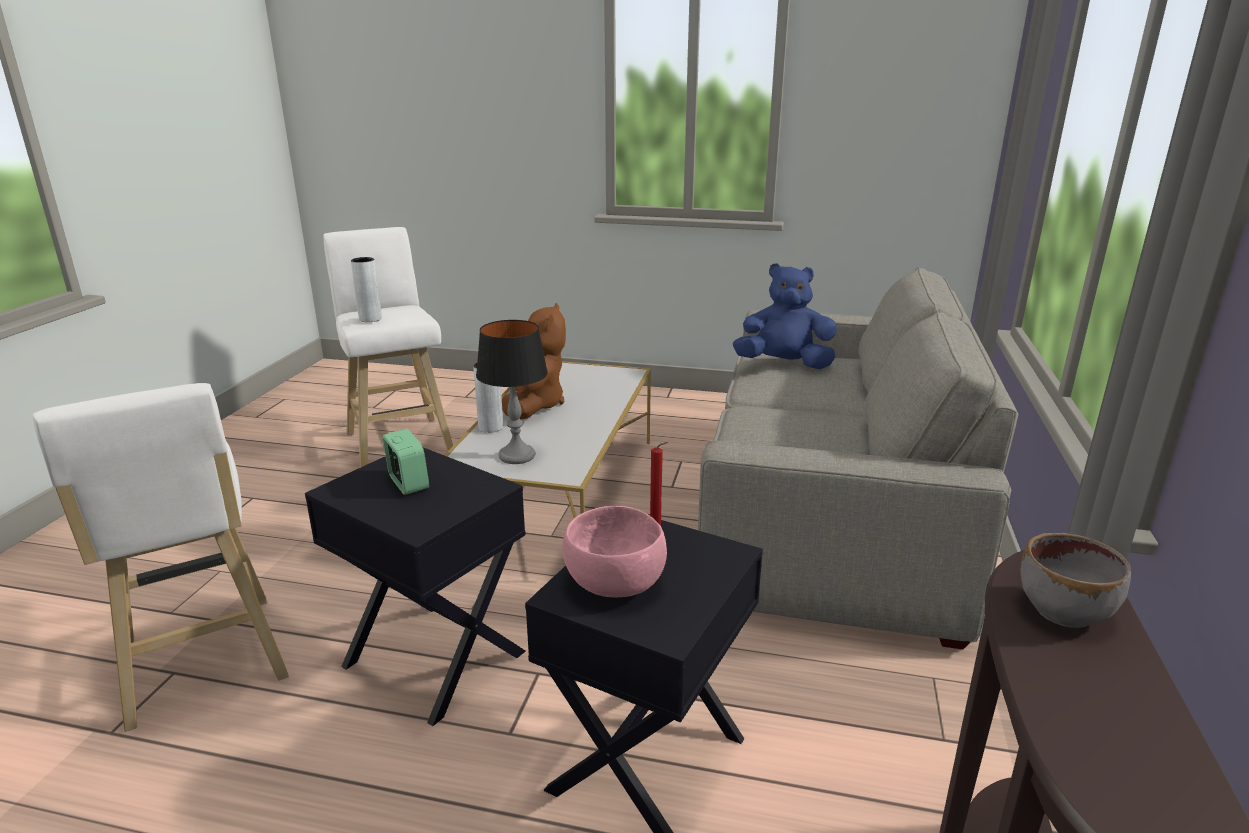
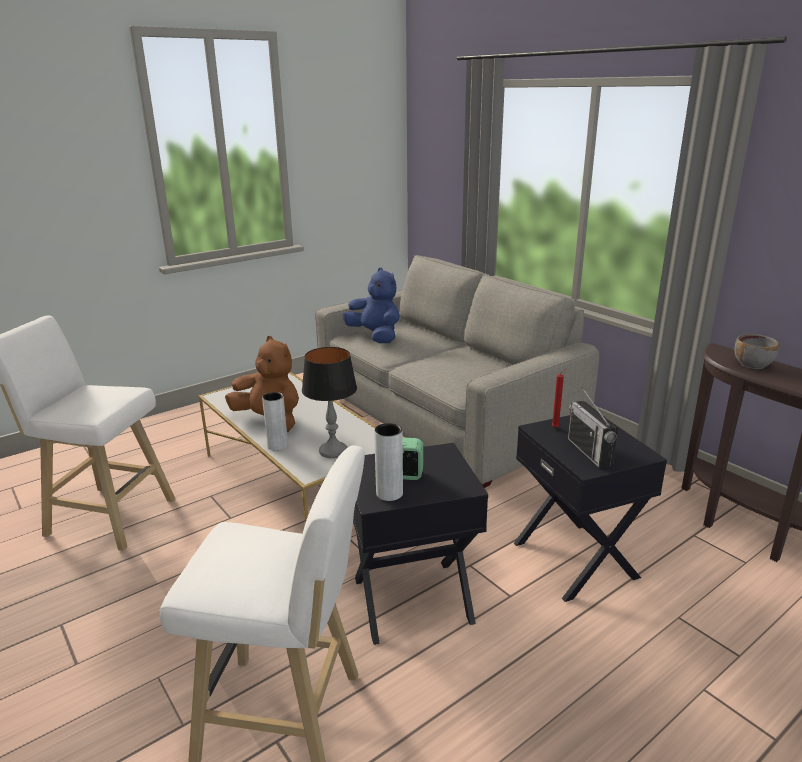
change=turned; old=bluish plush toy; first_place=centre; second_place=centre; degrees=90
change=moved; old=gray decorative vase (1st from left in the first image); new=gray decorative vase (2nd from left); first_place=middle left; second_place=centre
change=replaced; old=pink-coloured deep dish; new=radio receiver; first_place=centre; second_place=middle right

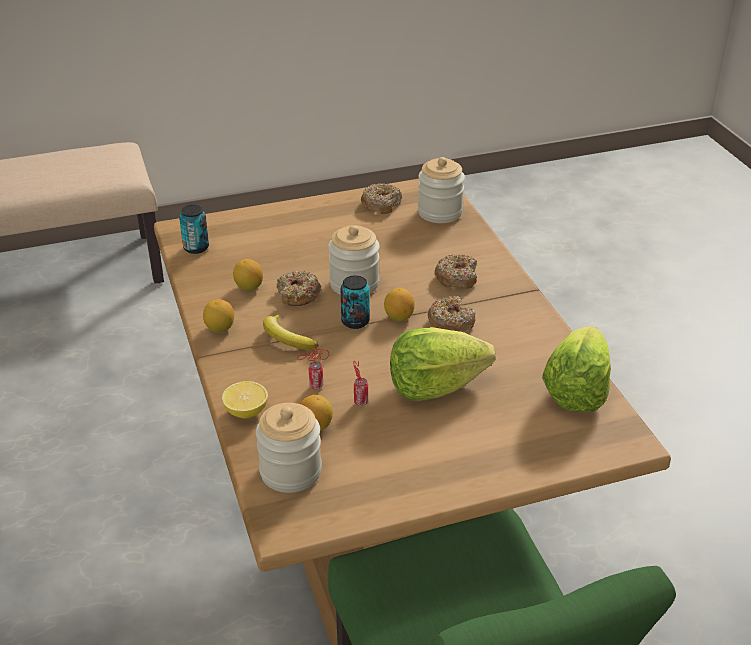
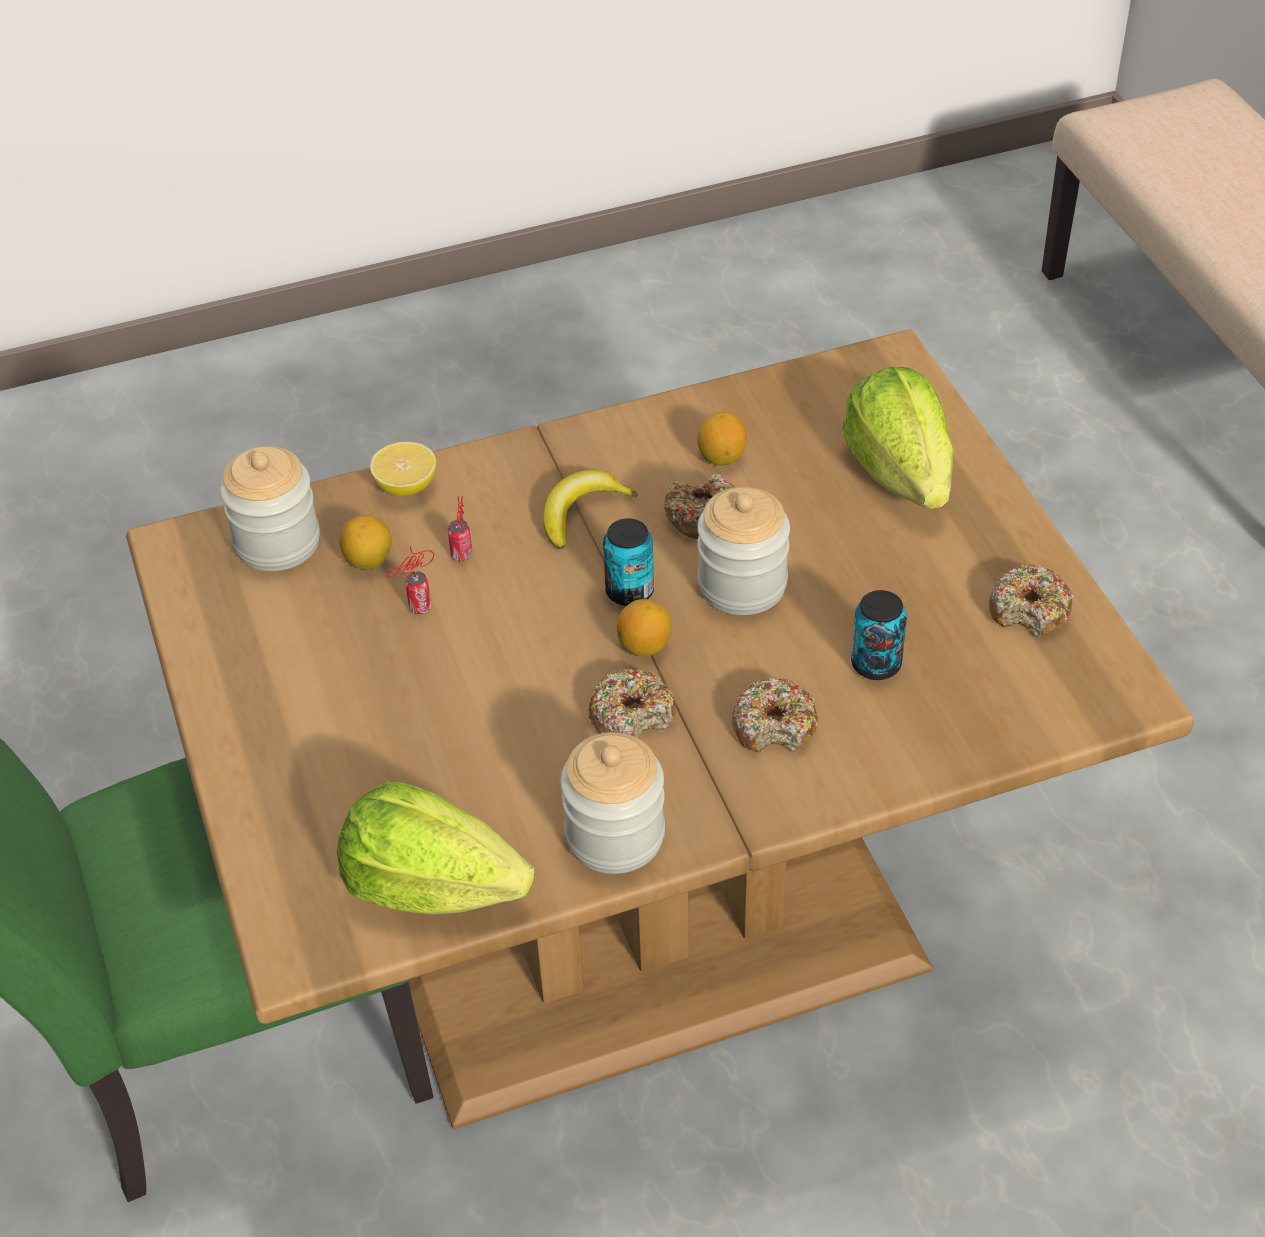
change=moved; old=jar (3rd from left in the first image); new=jar (2nd from left); first_place=top centre; second_place=centre
change=moved; old=head of lettuce (1st from left in the first image); new=head of lettuce (2nd from left); first_place=centre; second_place=middle right
change=moved; old=sealed can (1st from left in the first image); new=sealed can (4th from left); first_place=middle left; second_place=middle right
change=removed; old=whole lemon (1st from left); first_place=middle left

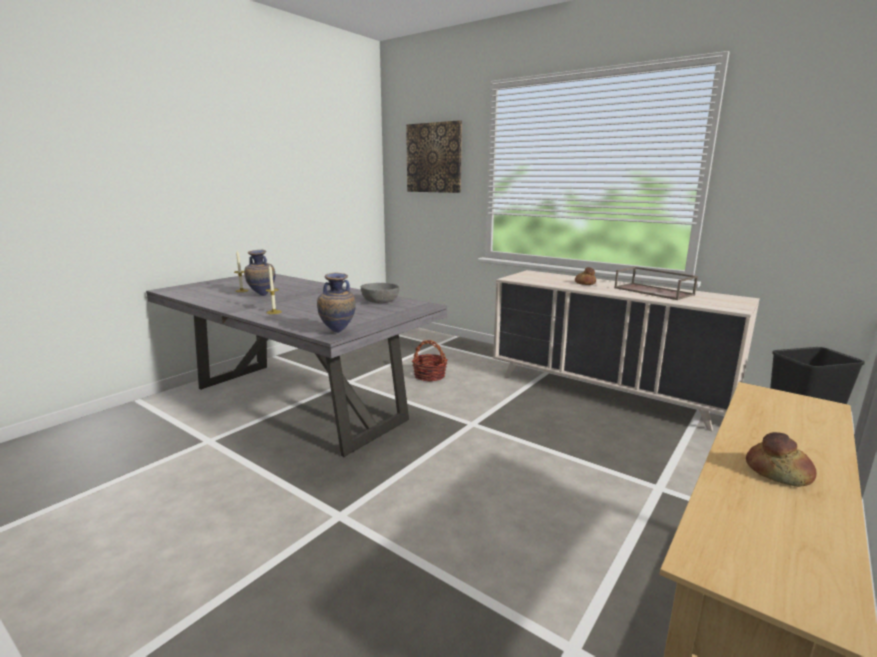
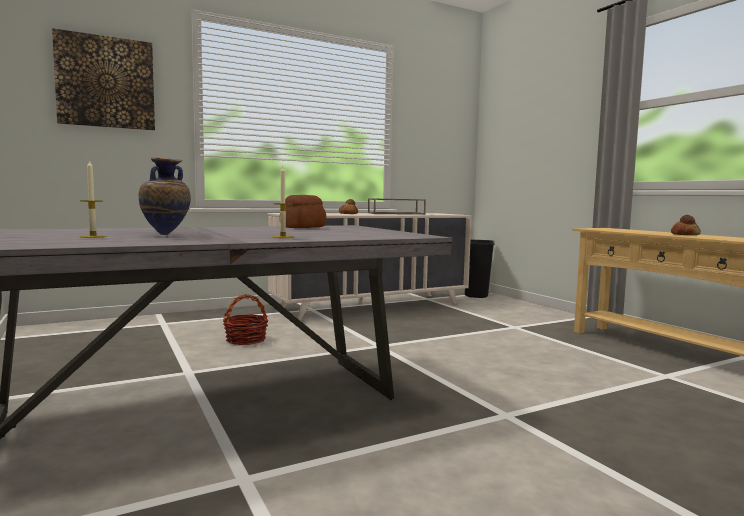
change=replaced; old=gray deep dish; new=bakery bread (1st from left); first_place=centre; second_place=centre
change=removed; old=decorative vase (2nd from left); first_place=centre

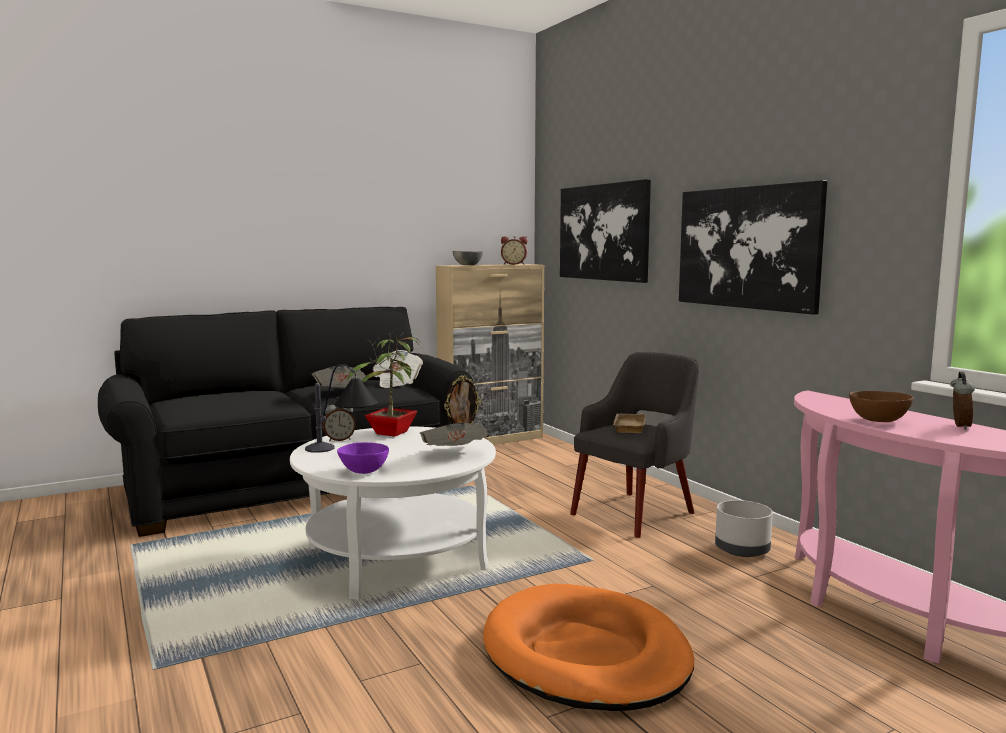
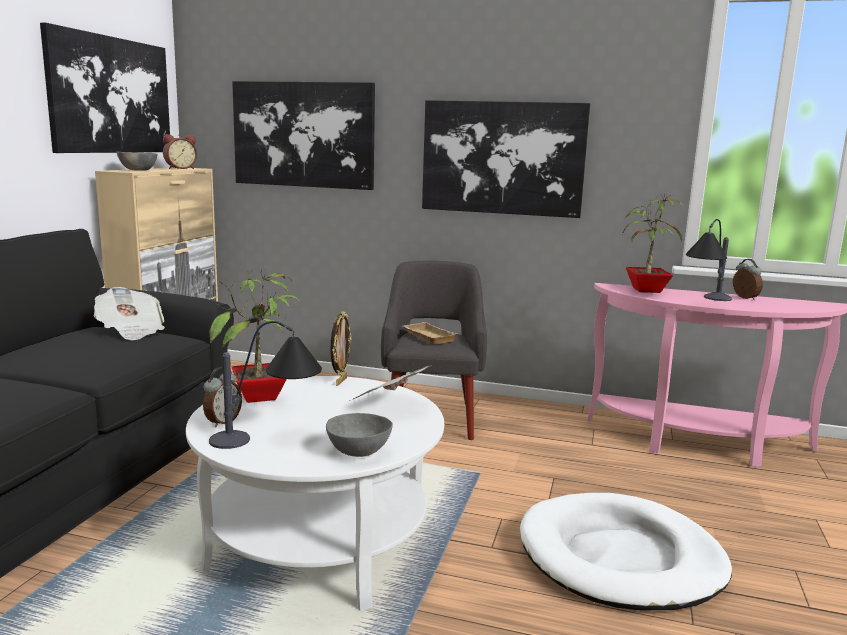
change=added; new=wall picture (1st from left); second_place=top left
change=recoloured; old=purple-coloured deep dish; new=gray deep dish (2nd from left); first_place=centre; second_place=bottom centre
change=recoloured; old=orange pet bed; new=white-coloured pet bed; first_place=bottom centre; second_place=bottom right
change=added; new=potted plant (2nd from left); second_place=middle right
change=replaced; old=brownish deep dish; new=tabletop lamp (2nd from left); first_place=middle right; second_place=middle right
change=removed; old=newspaper (1st from left); first_place=centre
change=removed; old=gray planter; first_place=bottom right

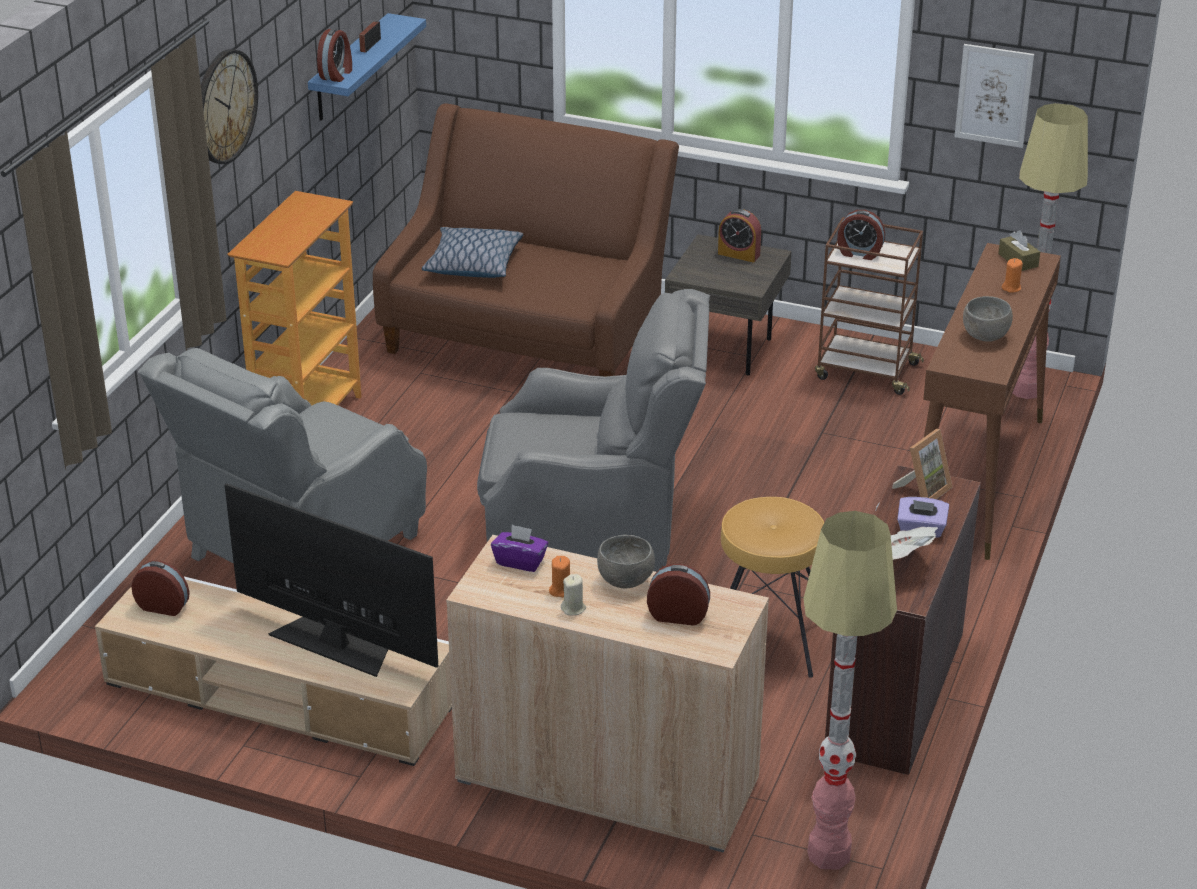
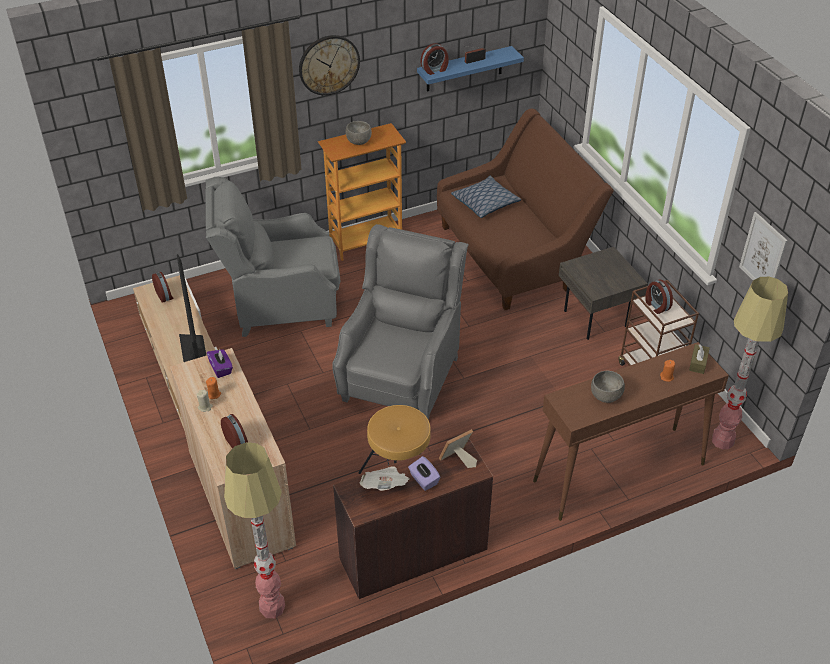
change=turned; old=gray easy chair (2nd from left); first_place=centre; second_place=centre; degrees=-120
change=moved; old=gray deep dish (1st from left); first_place=centre; second_place=top centre
change=turned; old=picture frame; first_place=middle right; second_place=bottom centre; degrees=150
change=removed; old=table clock (4th from left); first_place=top centre

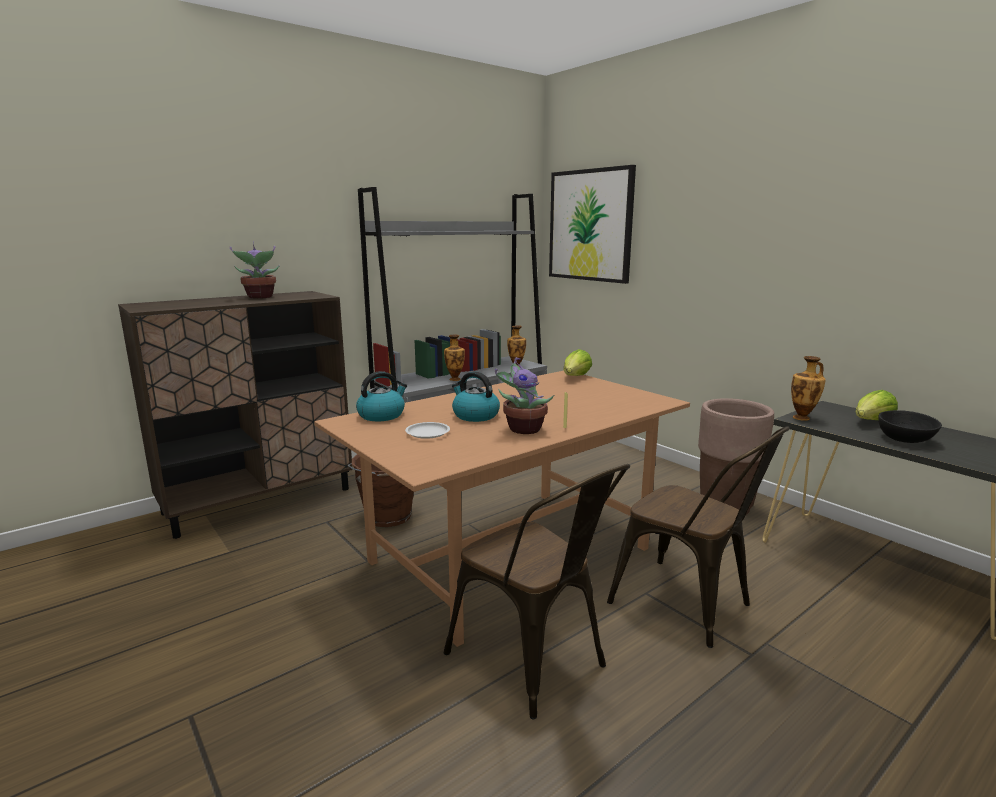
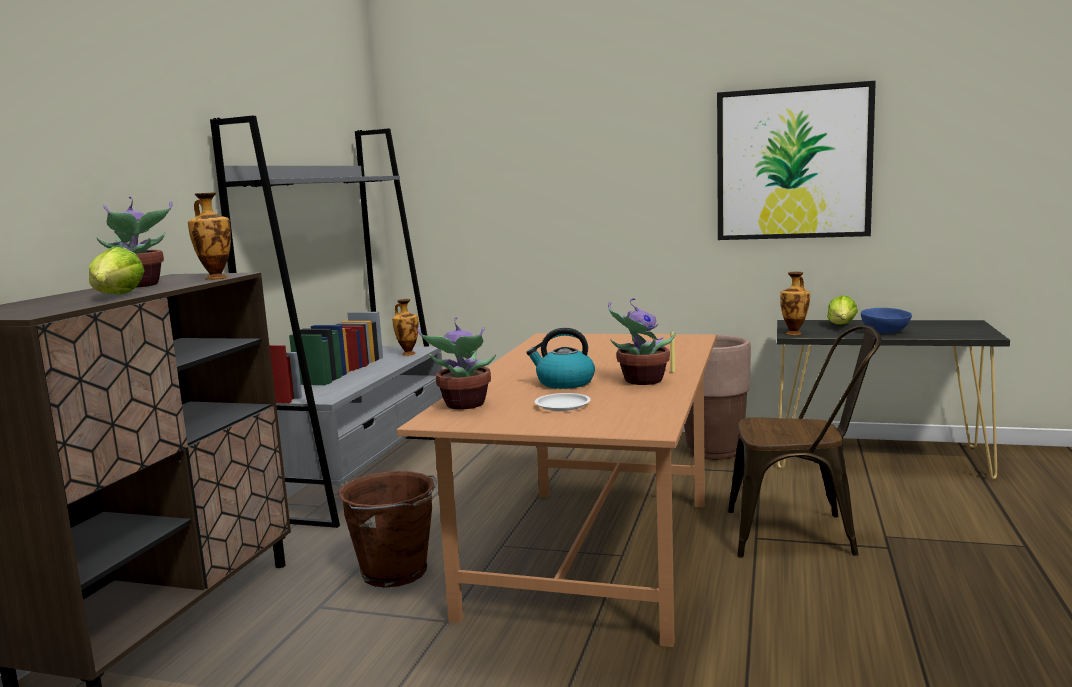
change=moved; old=head of lettuce (1st from left); first_place=centre; second_place=middle left
change=moved; old=decorative vase (1st from left); first_place=centre; second_place=middle left
change=replaced; old=tea kettle (1st from left); new=potted plant (2nd from left); first_place=centre; second_place=centre
change=moved; old=wall picture; first_place=top centre; second_place=top right
change=recoloured; old=blackish deep dish; new=bluish deep dish; first_place=middle right; second_place=middle right
change=removed; old=brownish plain chair (1st from left); first_place=bottom centre

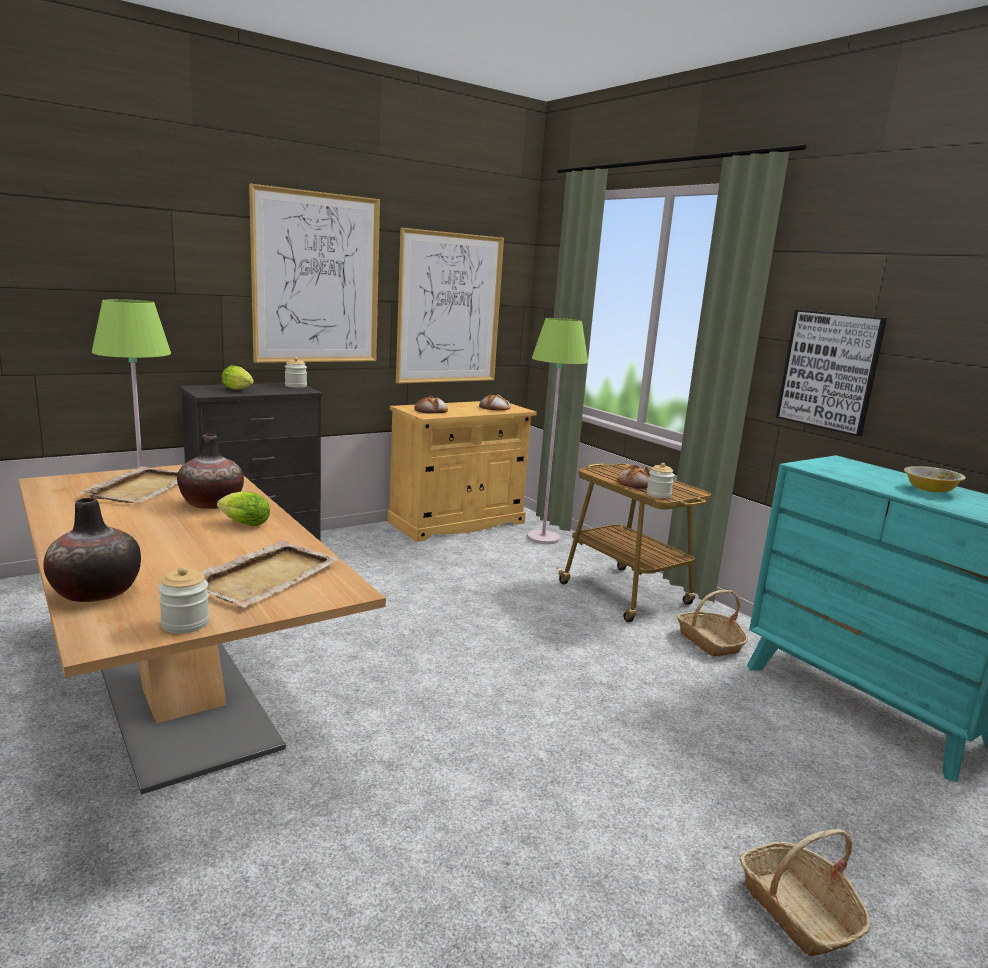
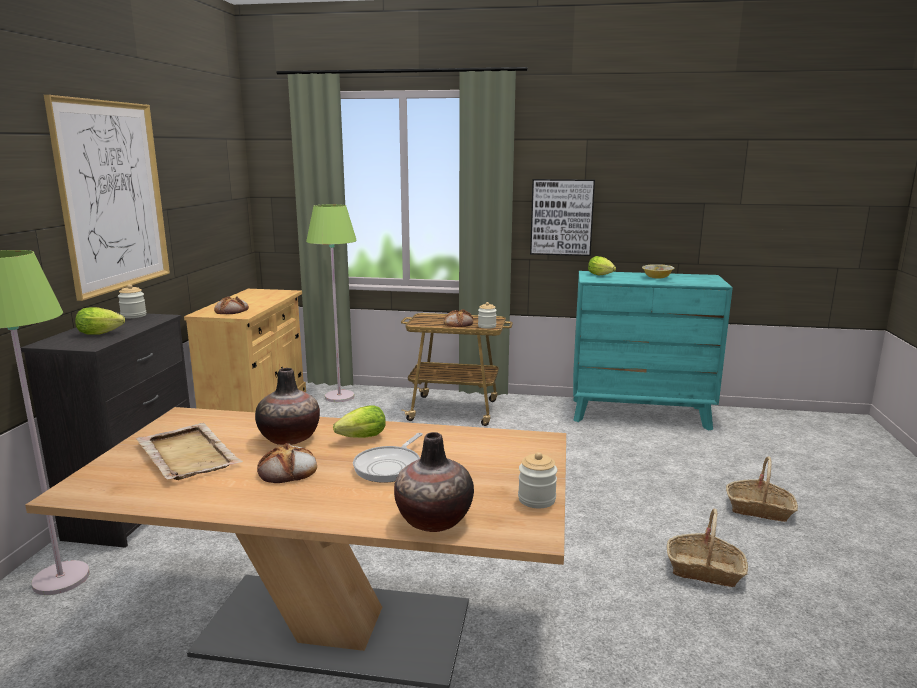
change=moved; old=bakery bread (2nd from left); first_place=centre; second_place=bottom left
change=added; new=pan; second_place=centre
change=added; new=head of lettuce (3rd from left); second_place=centre
change=moved; old=household basket (1st from left); first_place=middle right; second_place=bottom right
change=removed; old=beige serving tray (2nd from left); first_place=middle left
change=removed; old=wall picture (2nd from left); first_place=top centre

